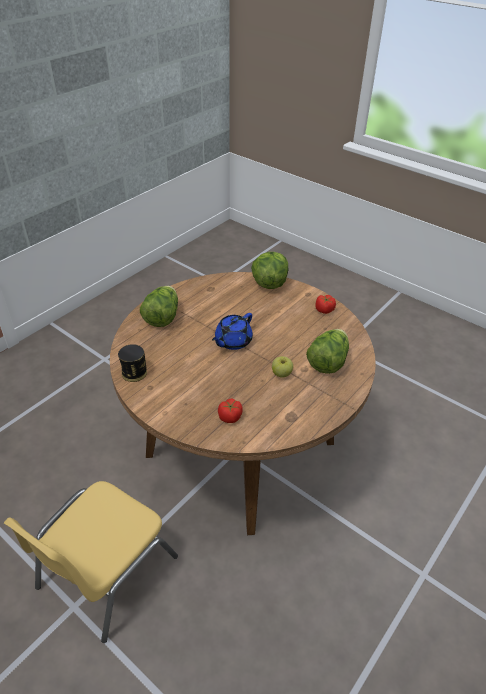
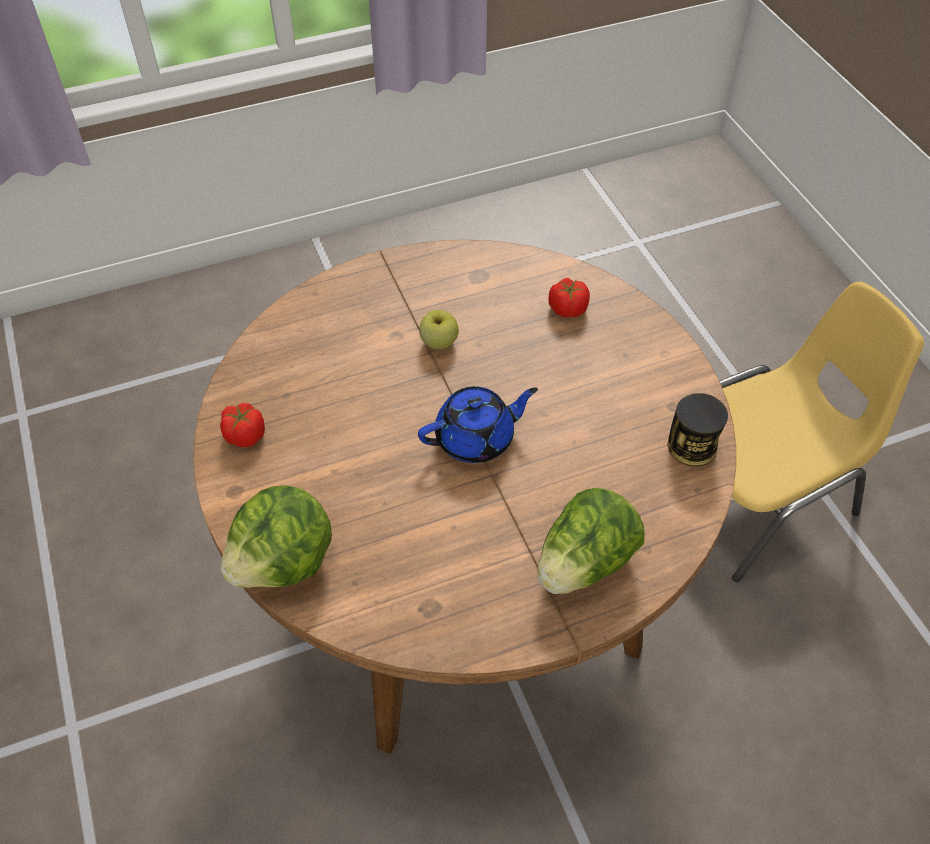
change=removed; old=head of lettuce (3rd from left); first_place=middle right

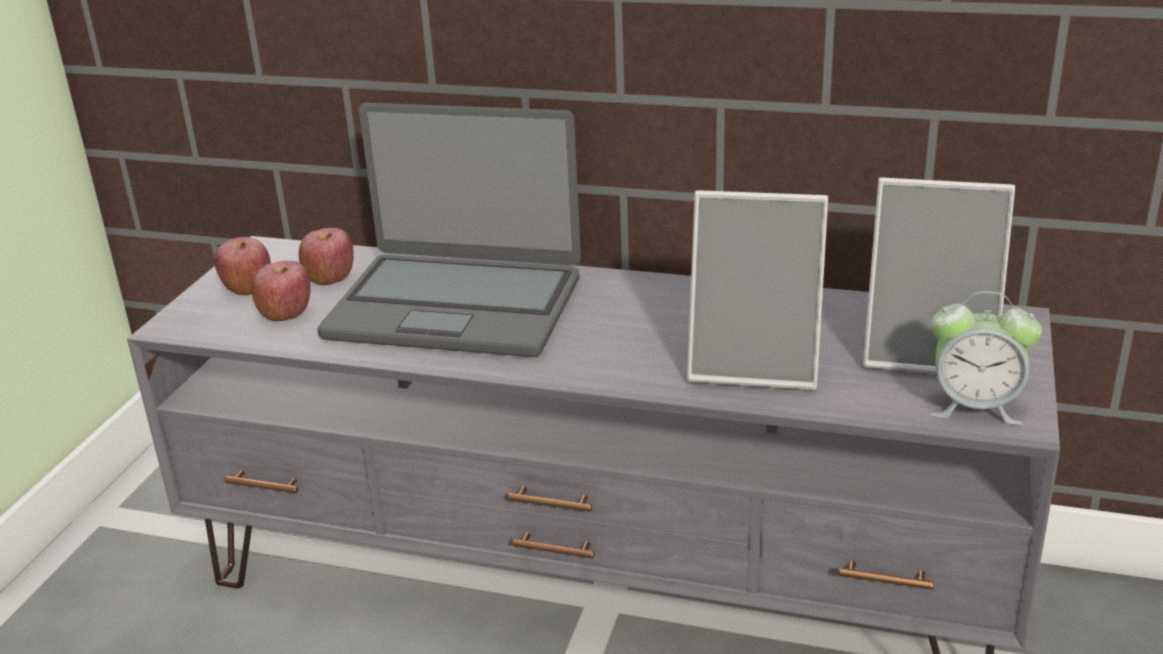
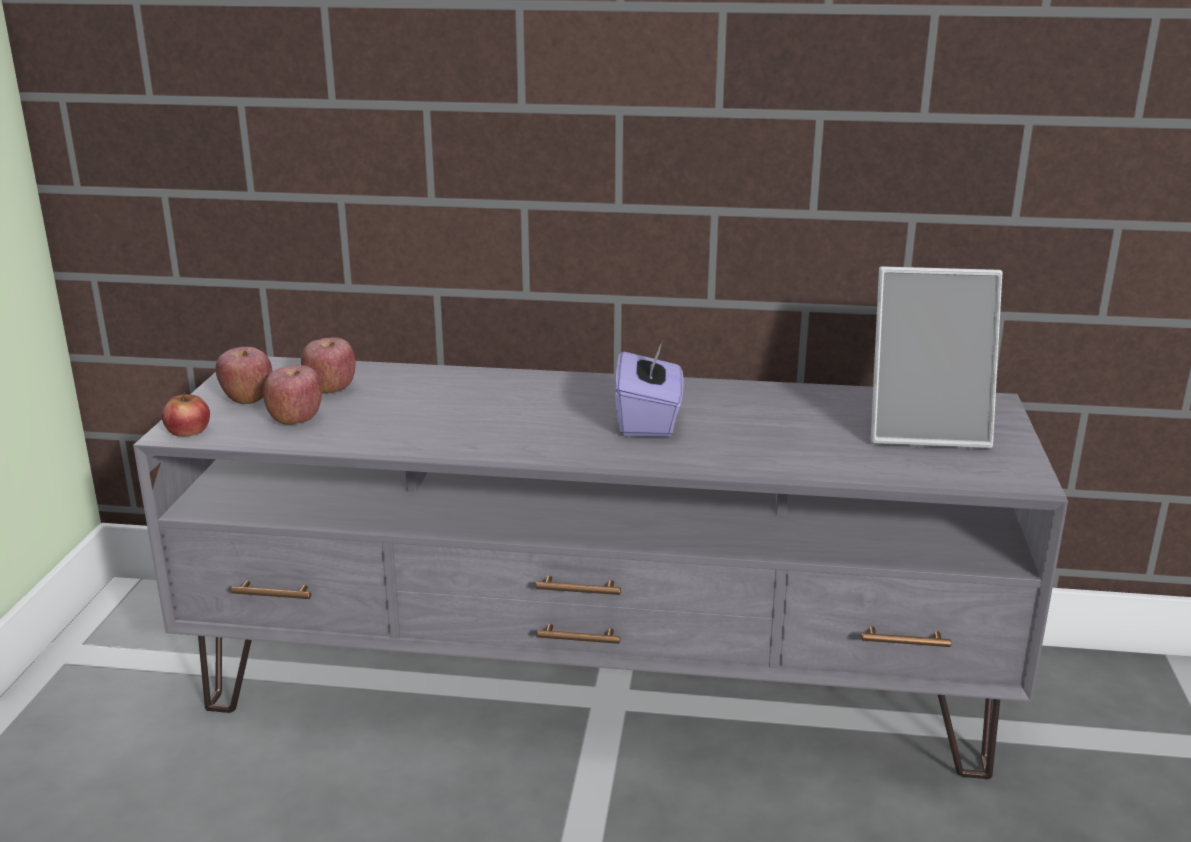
change=added; new=whole apple (1st from left); second_place=middle left
change=added; new=purple-coloured box of tissues; second_place=centre
change=removed; old=notebook computer; first_place=centre
change=removed; old=picture frame (1st from left); first_place=centre
change=removed; old=table clock; first_place=middle right

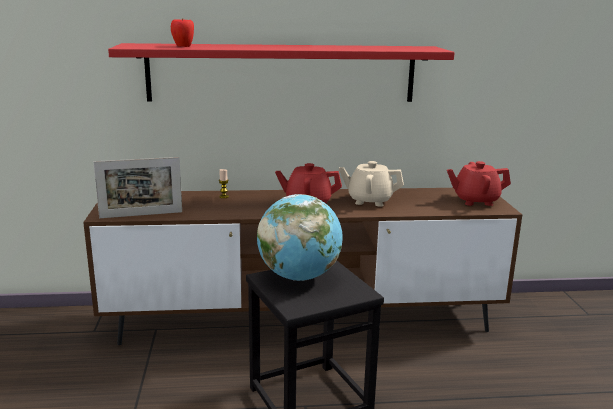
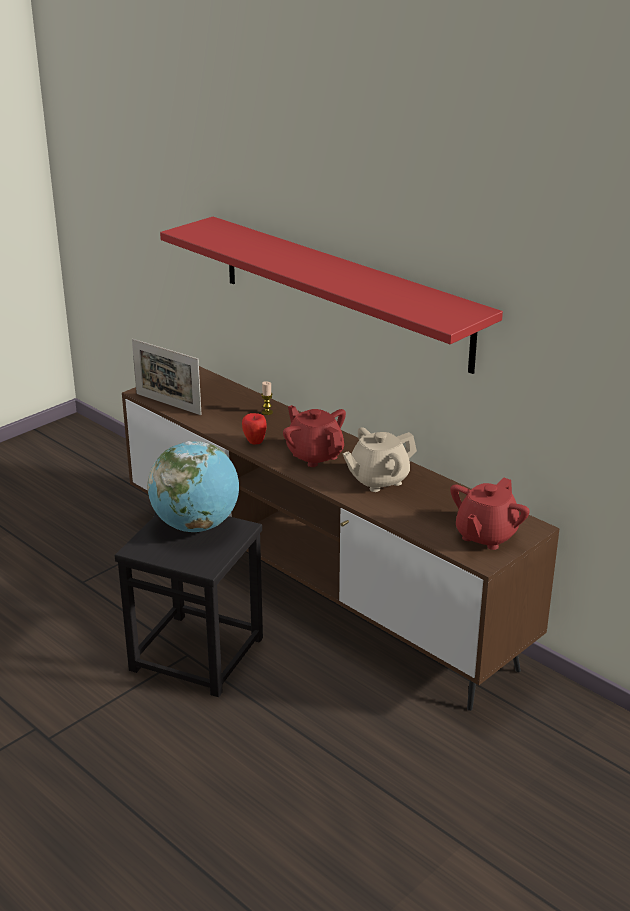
change=moved; old=whole apple; first_place=top left; second_place=centre
change=turned; old=beige tea pot; first_place=centre; second_place=centre; degrees=-90
change=turned; old=reddish tea pot (2nd from left); first_place=middle right; second_place=middle right; degrees=-105

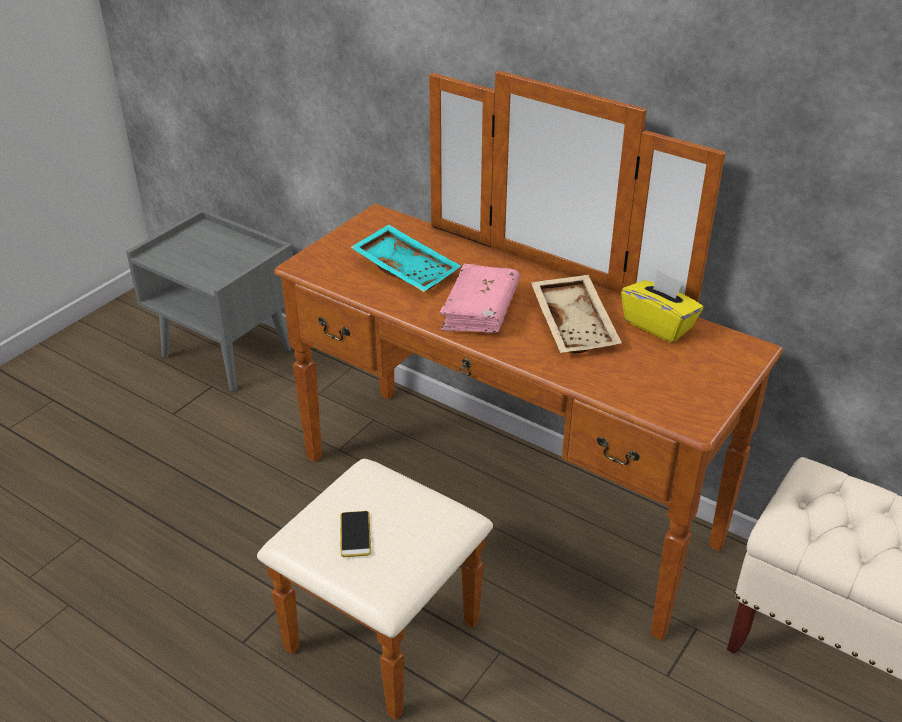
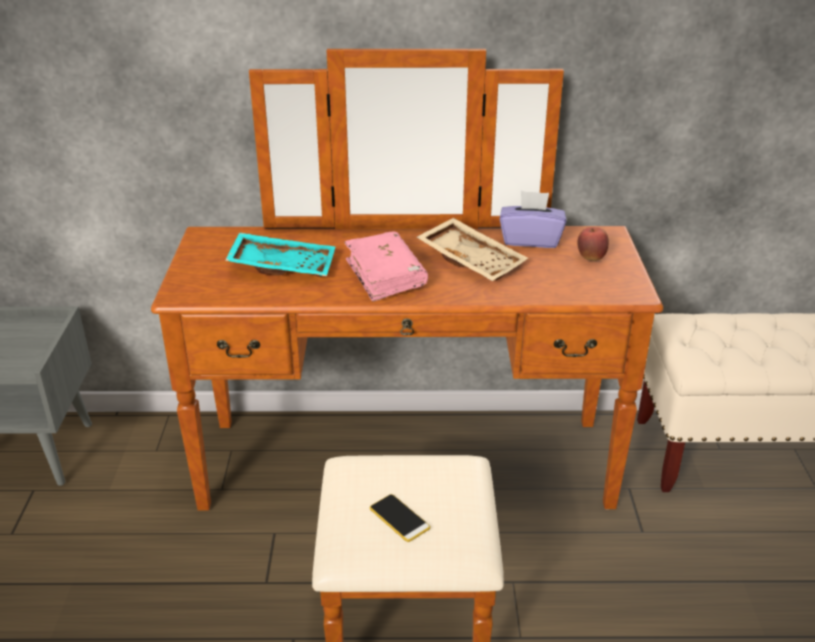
change=recoloured; old=yellow box of tissues; new=purple-coloured box of tissues; first_place=middle right; second_place=centre
change=added; new=whole apple; second_place=middle right

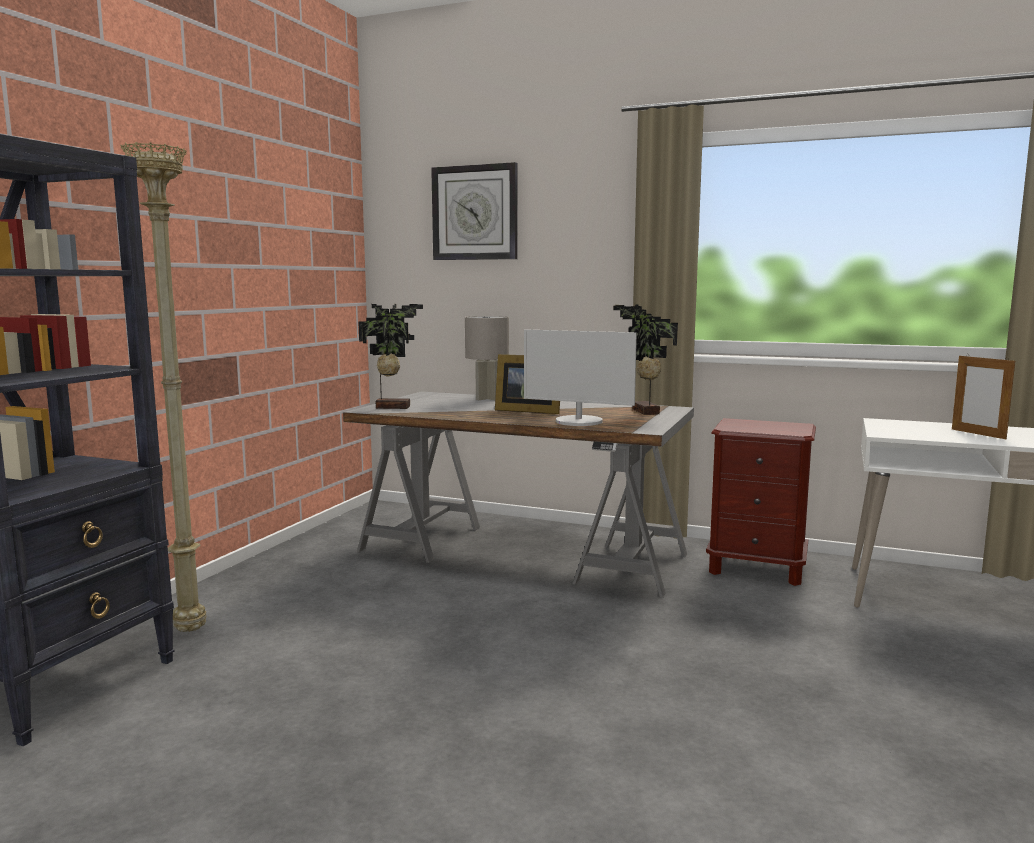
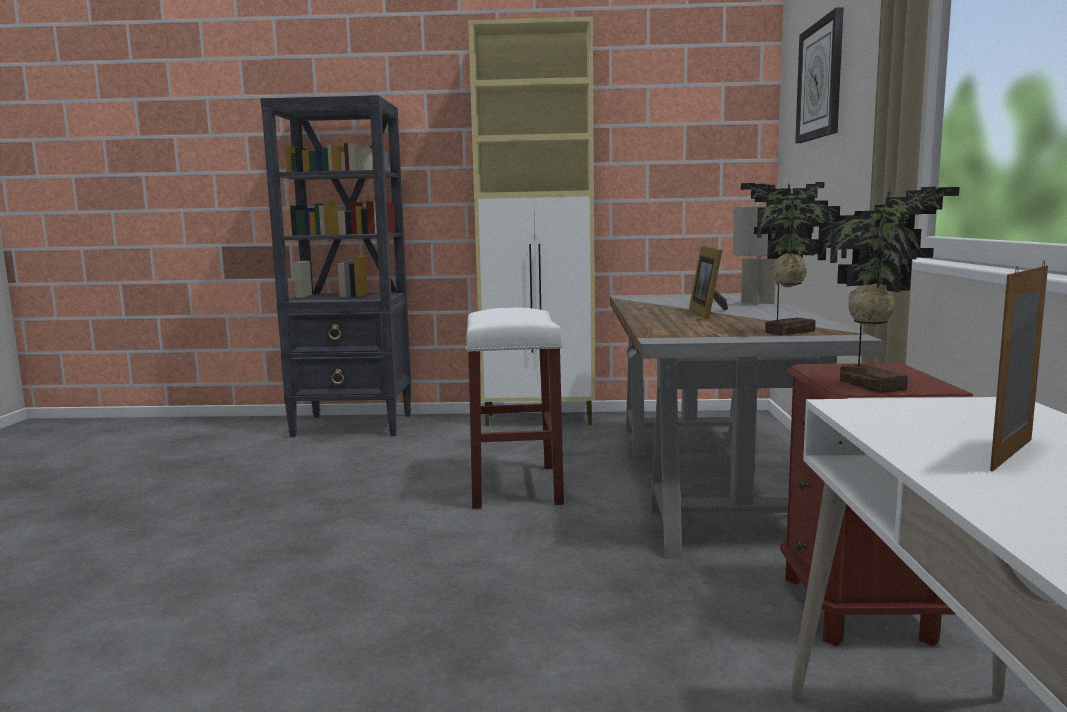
change=added; new=white-coloured stool seat; second_place=centre
change=added; new=beige cabinet; second_place=top centre
change=moved; old=potted plant (1st from left in the first image); new=potted plant (2nd from left); first_place=centre; second_place=middle right
change=removed; old=beige standard lamp; first_place=middle left
change=removed; old=computer display; first_place=centre

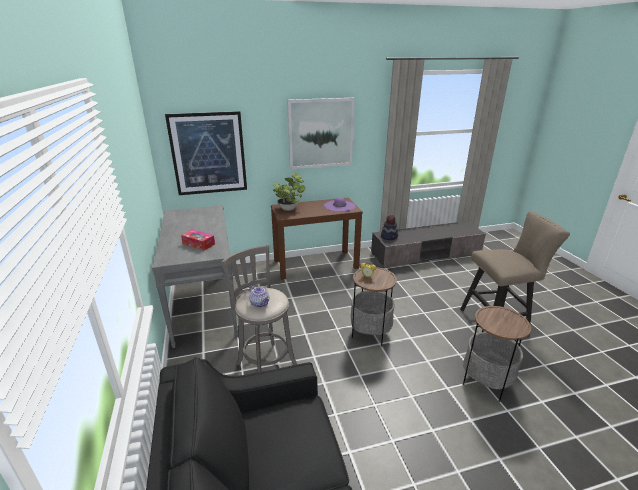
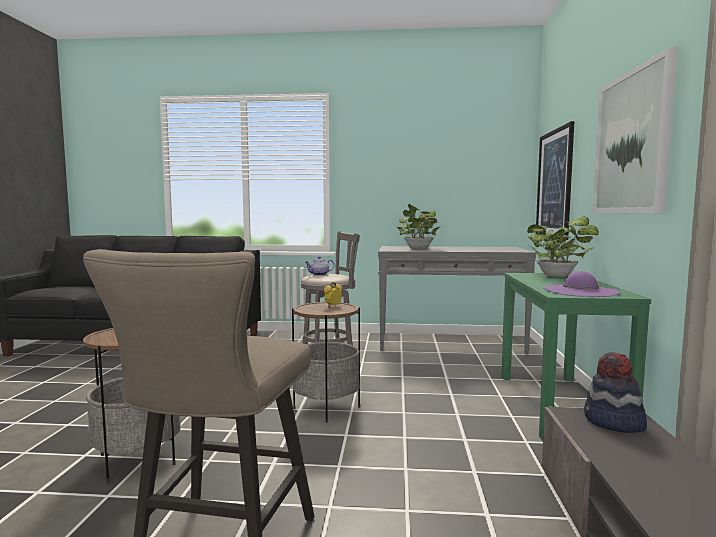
change=replaced; old=box of tissues; new=potted plant (1st from left); first_place=middle left; second_place=centre
change=recoloured; old=brownish hall table; new=green-coloured hall table; first_place=centre; second_place=middle right

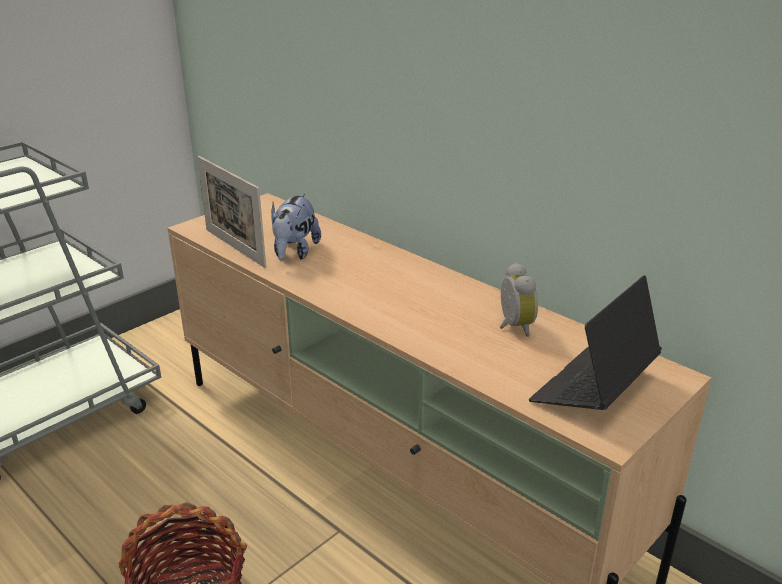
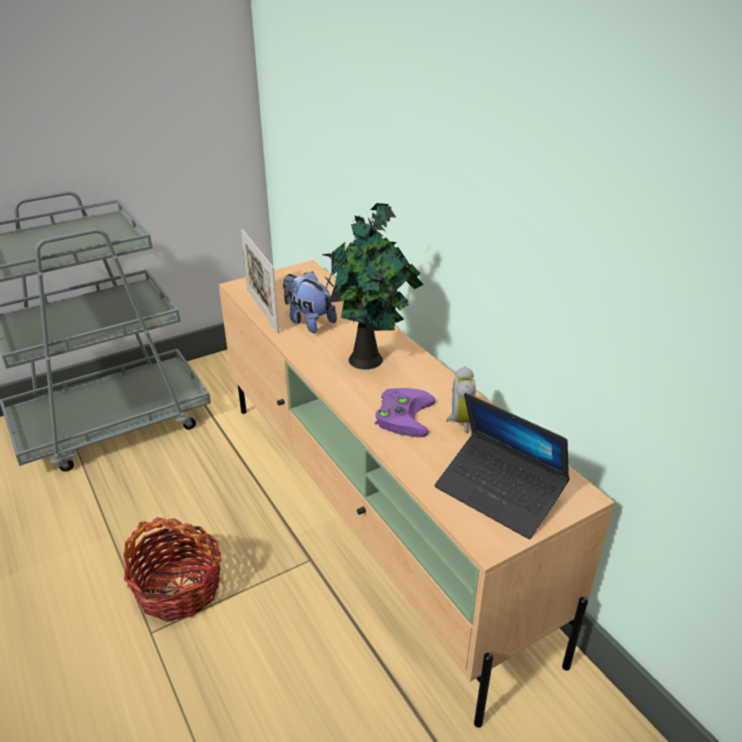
change=turned; old=plush toy; first_place=centre; second_place=centre; degrees=105
change=added; new=potted plant; second_place=centre
change=added; new=purple-coloured game controller; second_place=centre
change=turned; old=notebook computer; first_place=middle right; second_place=middle right; degrees=-105

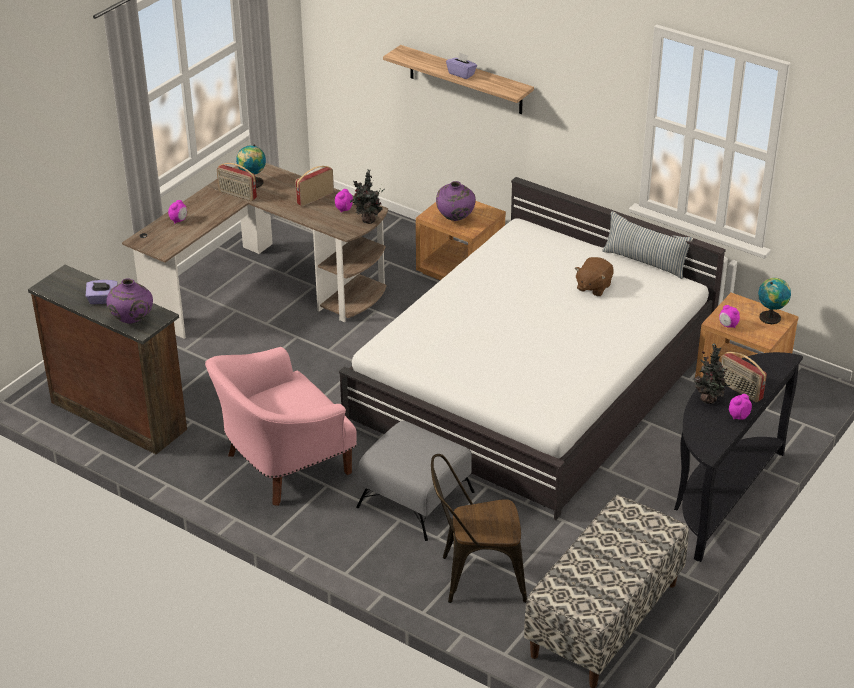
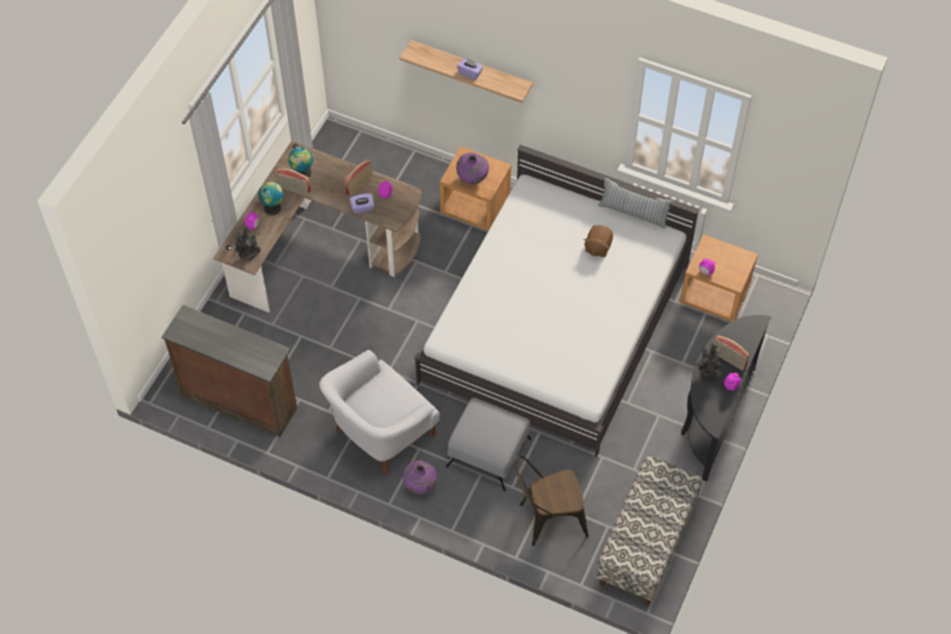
change=moved; old=potted plant (1st from left); first_place=top centre; second_place=middle left
change=moved; old=world globe (2nd from left in the first image); new=world globe (1st from left); first_place=middle right; second_place=top left
change=recoloured; old=pink-coloured easy chair; new=white-coloured easy chair; first_place=middle left; second_place=centre
change=moved; old=purple-coloured box of tissues (1st from left); first_place=middle left; second_place=top centre
change=moved; old=purple-coloured decorative vase (1st from left); first_place=middle left; second_place=bottom centre

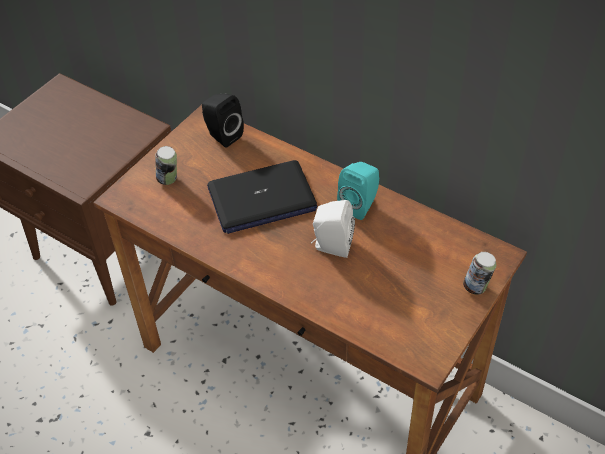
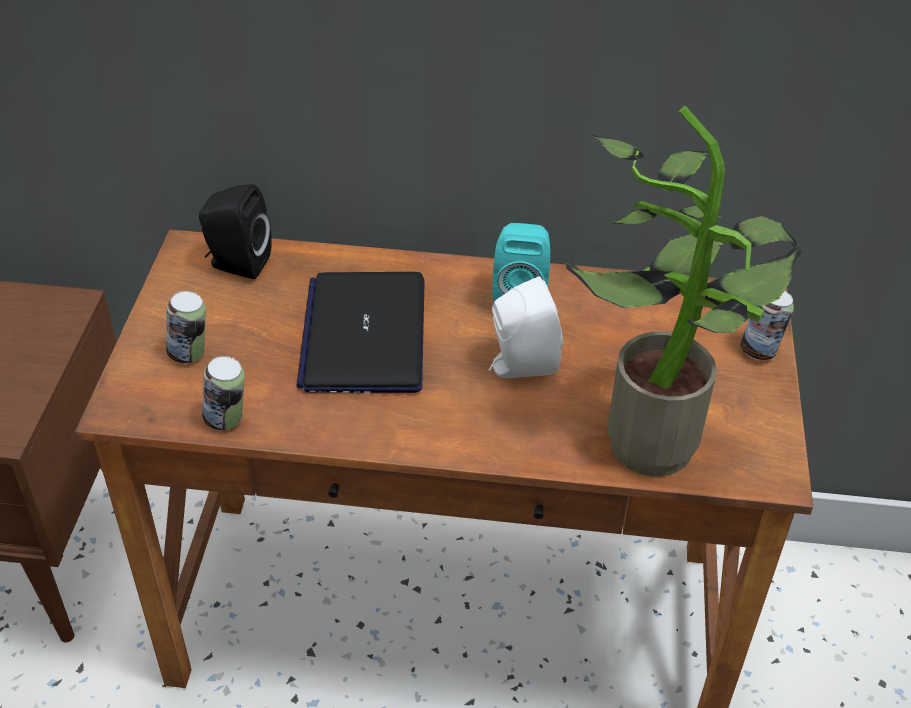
change=added; new=sealed can (2nd from left); second_place=middle left
change=turned; old=notebook computer; first_place=centre; second_place=centre; degrees=135
change=added; new=potted plant; second_place=middle right

